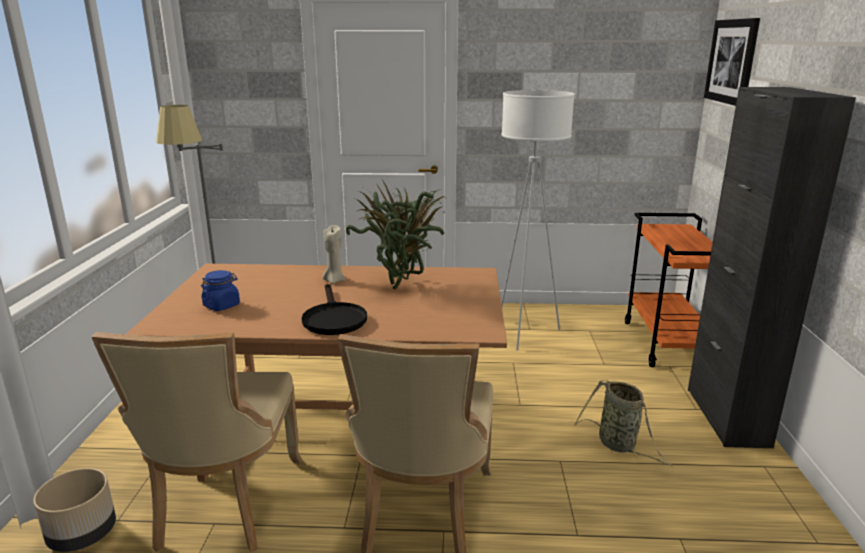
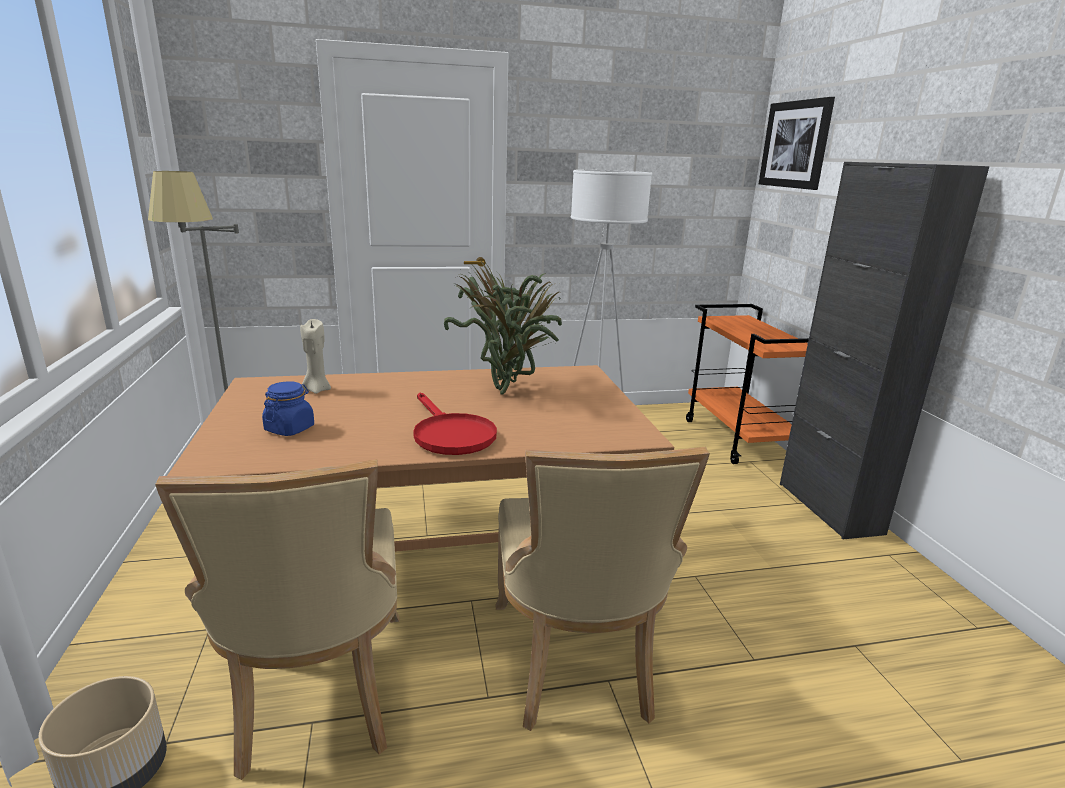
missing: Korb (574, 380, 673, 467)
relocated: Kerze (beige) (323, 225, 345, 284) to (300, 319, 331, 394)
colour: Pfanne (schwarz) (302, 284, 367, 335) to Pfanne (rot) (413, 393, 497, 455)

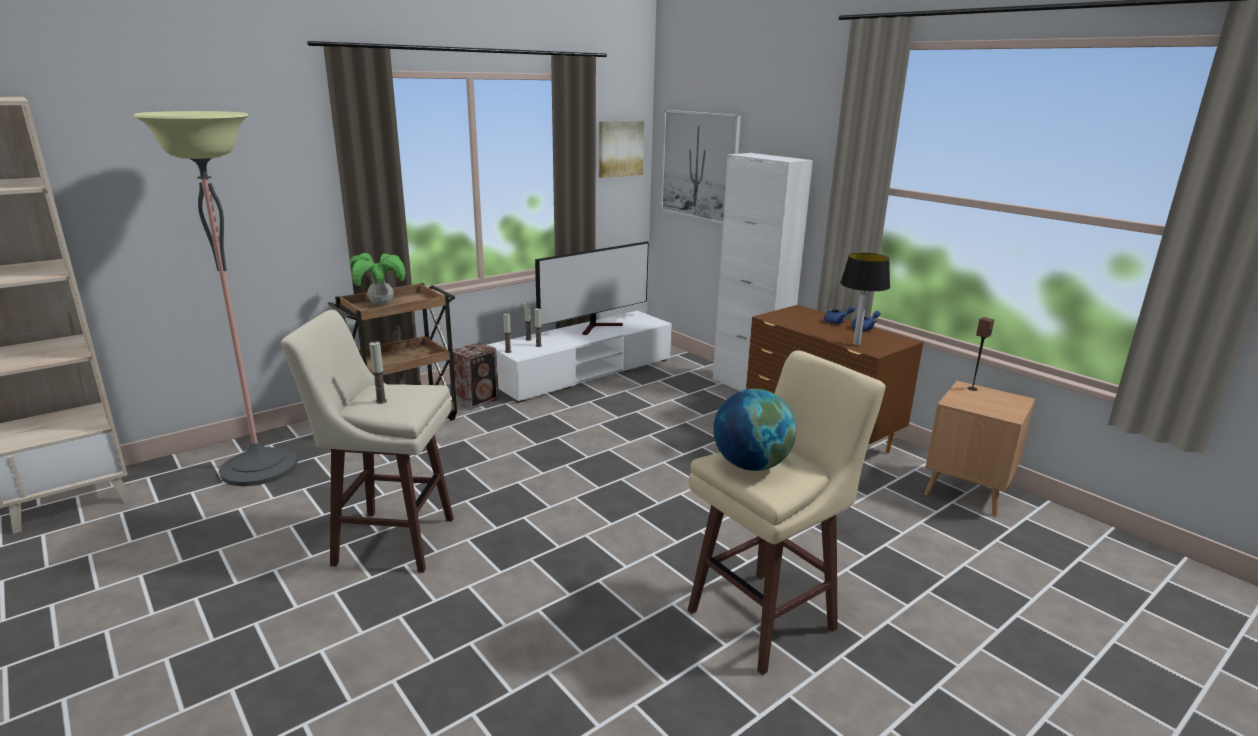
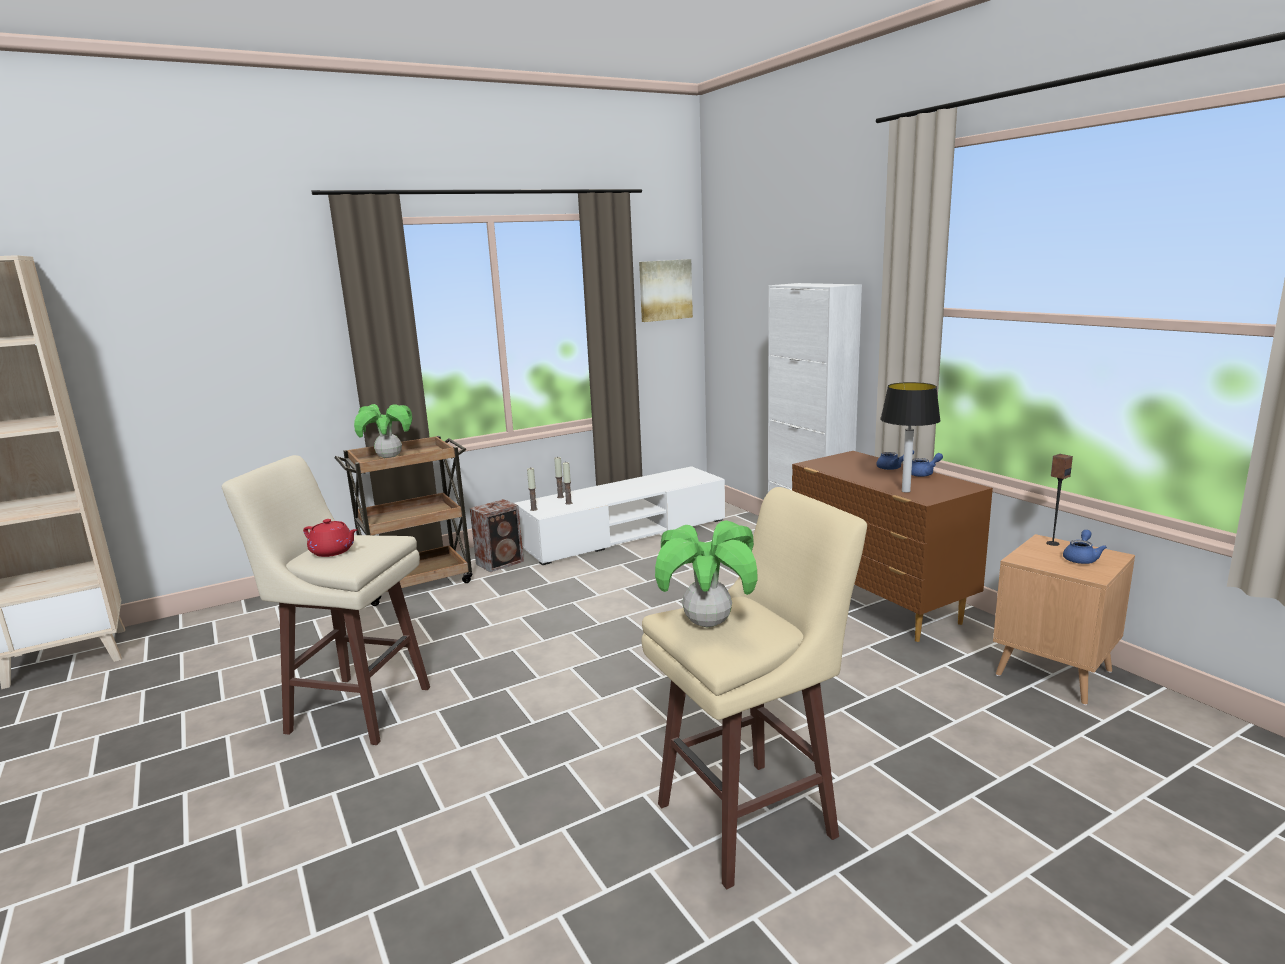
missing: Stehlampe (134, 111, 298, 487); Fernseher (535, 241, 649, 335); Bild (660, 110, 741, 224)
appeared: Teekanne (blau) (1063, 530, 1107, 564)
exchanged: Kerze (369, 341, 387, 404) to Teekanne (rot) (303, 519, 357, 557); Globus (713, 389, 796, 471) to Topfpflanze (655, 520, 758, 628)

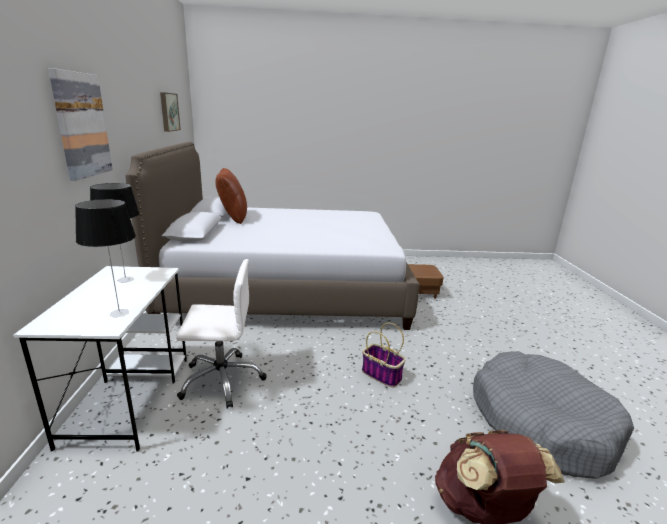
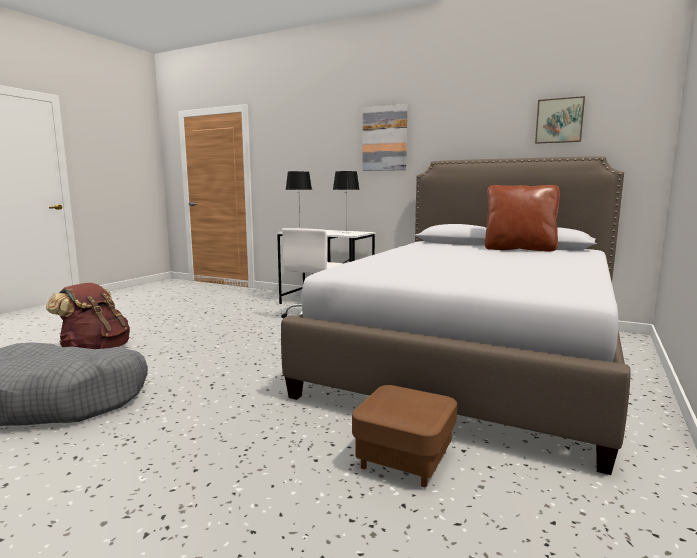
missing: Korb (362, 323, 406, 388)

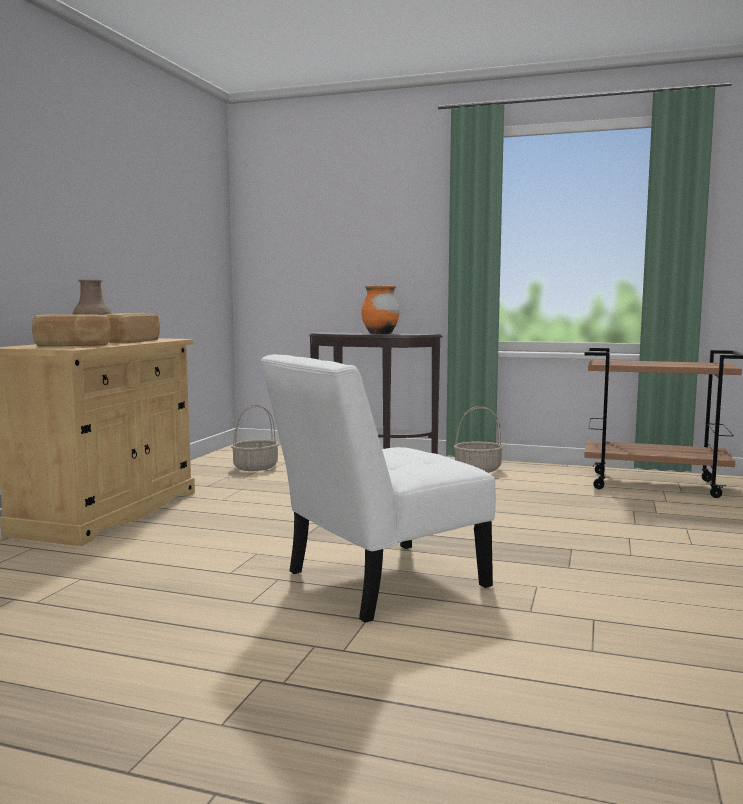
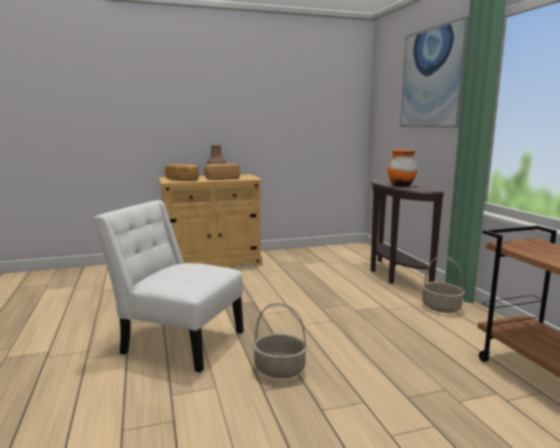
appeared: Bild (400, 16, 469, 128)
relocated: Korb (231, 405, 279, 471) to (253, 303, 307, 379)

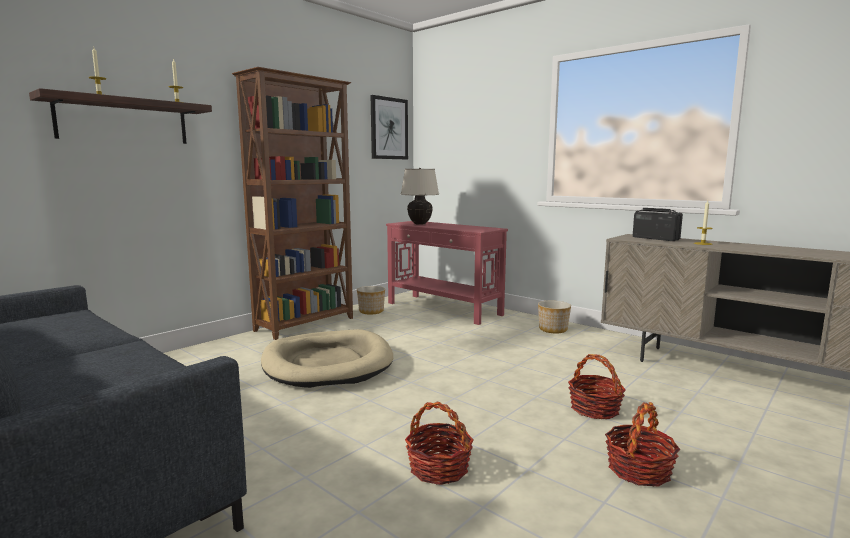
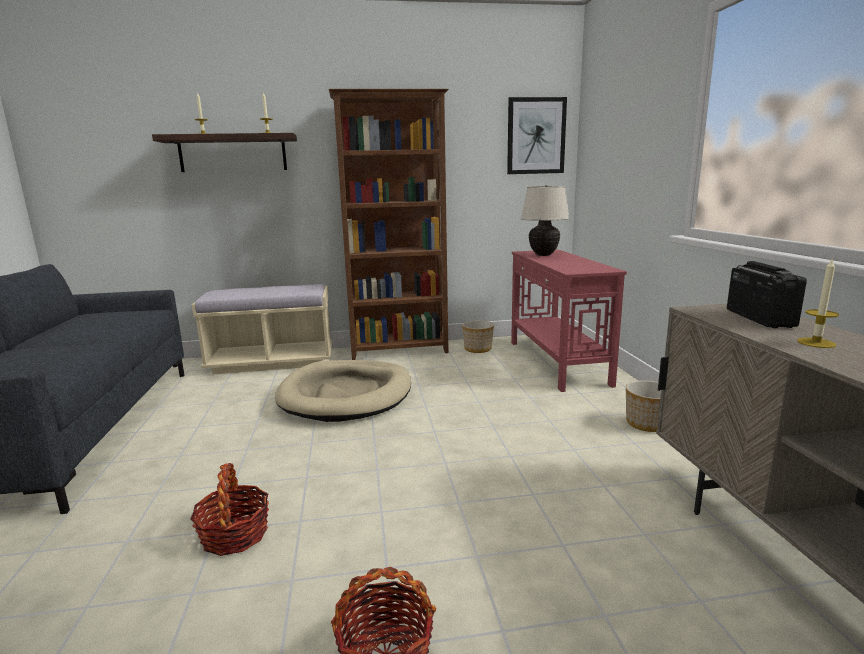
missing: Korb (568, 354, 626, 419)
appeared: Bank (beige) (192, 284, 332, 374)

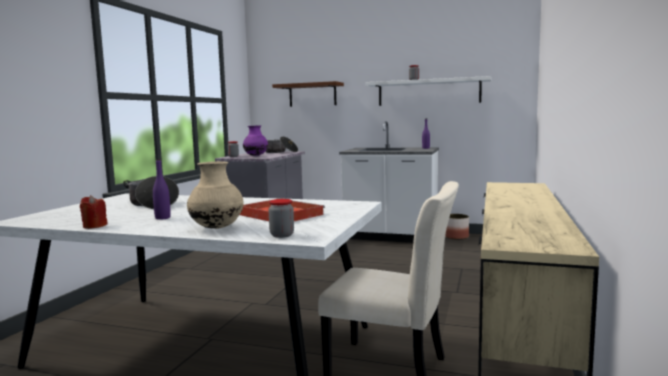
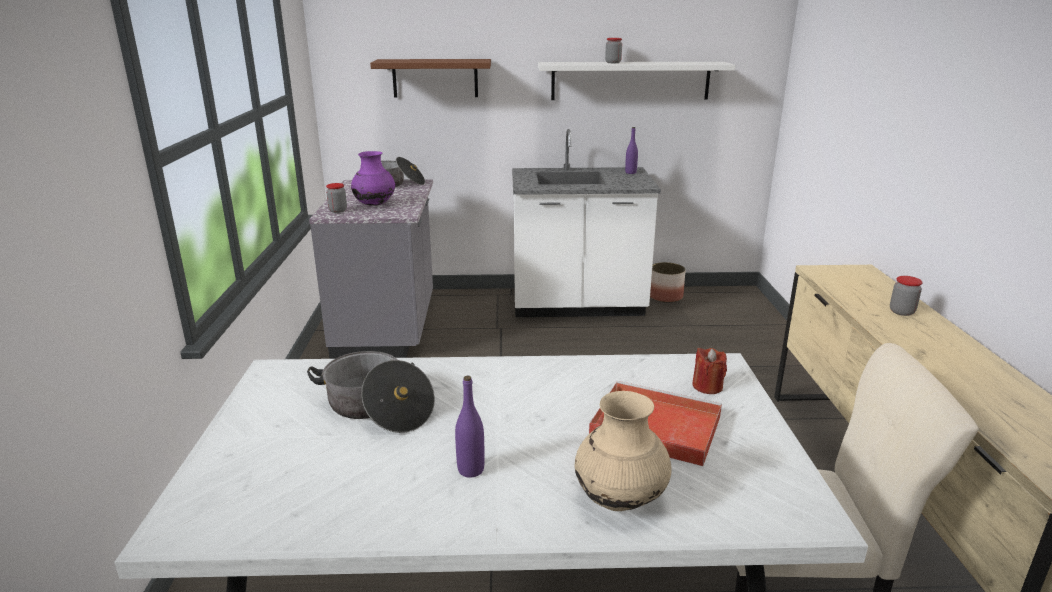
relocated: Kerze (rot) (80, 195, 107, 229) to (692, 348, 727, 394); Vorratsglas (269, 199, 294, 238) to (890, 276, 923, 316)

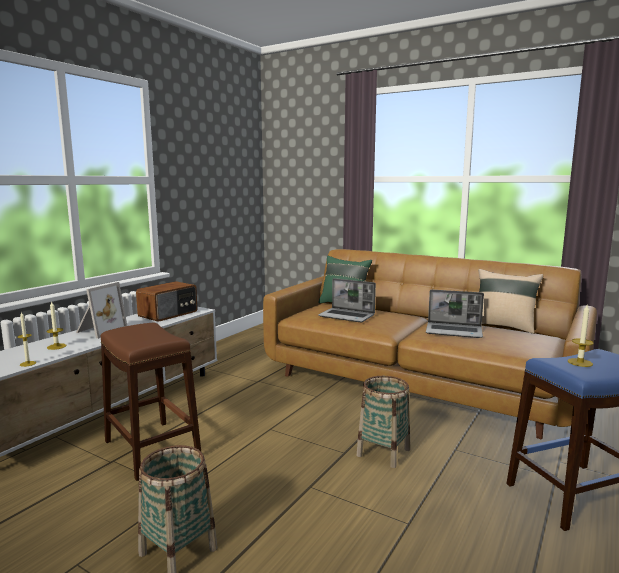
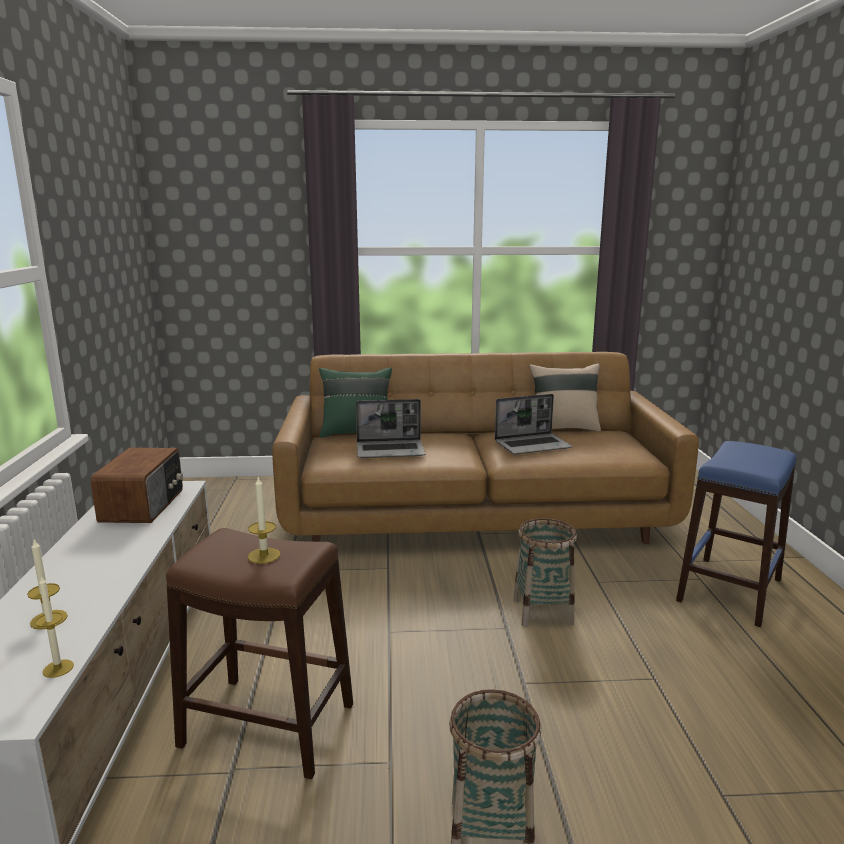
missing: Bilderrahmen (76, 282, 127, 339)
relocated: Kerze (568, 305, 594, 367) to (248, 477, 280, 564)

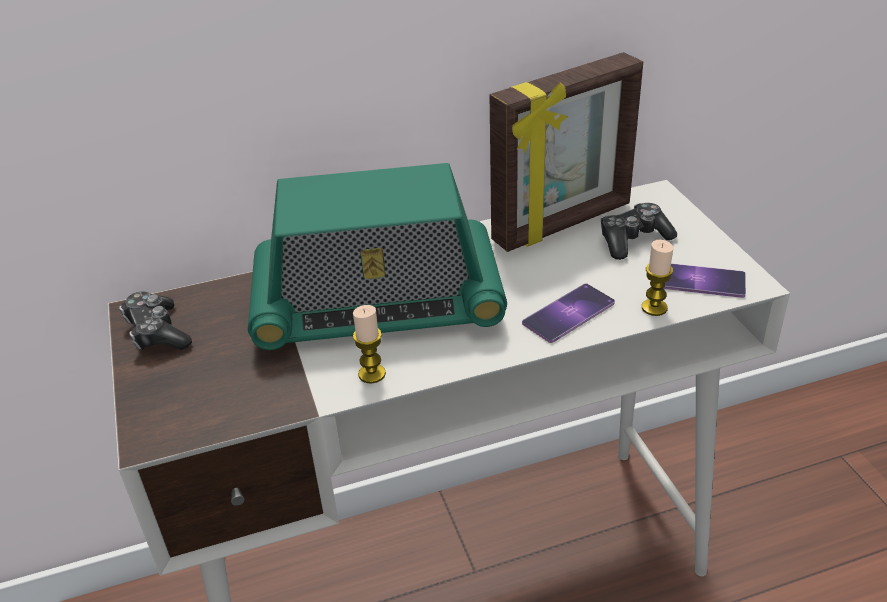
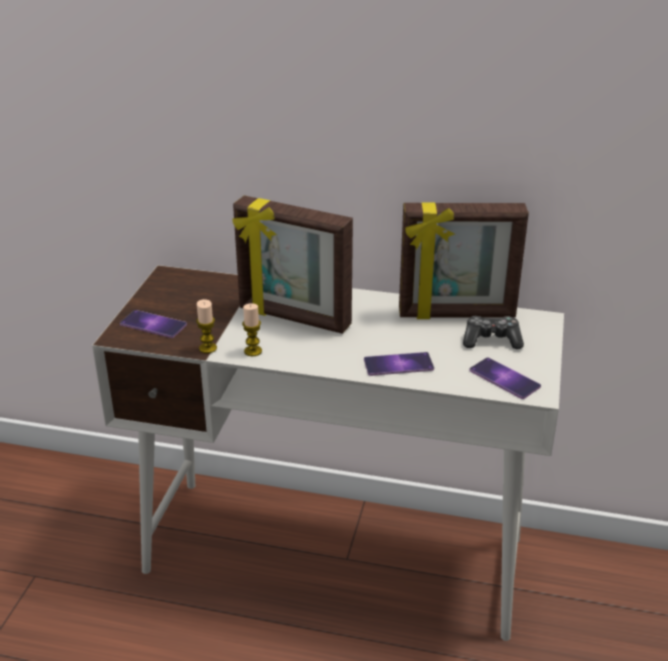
missing: Gamepad (119, 291, 192, 350)
appeared: Handy (120, 310, 187, 338)
relocated: Kerze (642, 240, 673, 316) to (196, 299, 217, 353)
exchanged: Radio (248, 163, 507, 350) to Bilderrahmen (232, 196, 353, 334)

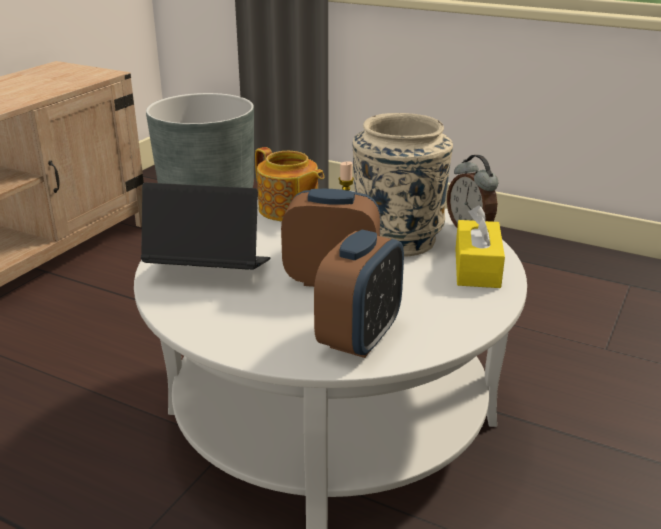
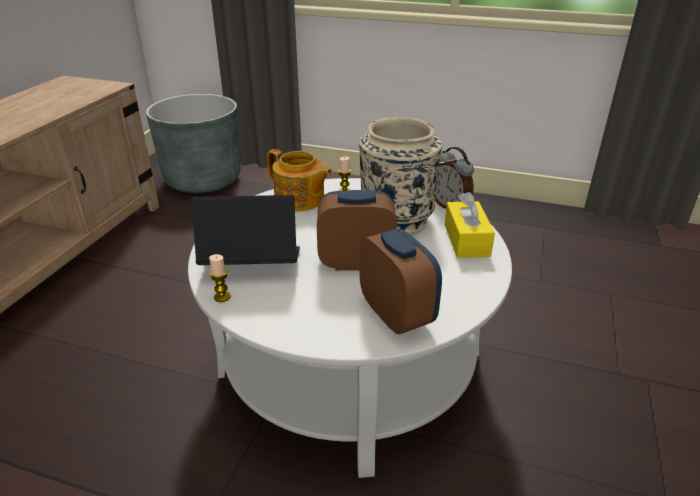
appeared: Kerze (209, 254, 231, 302)
spun: Wecker (314, 230, 404, 358) = (360, 228, 442, 334) 45 degrees counterclockwise

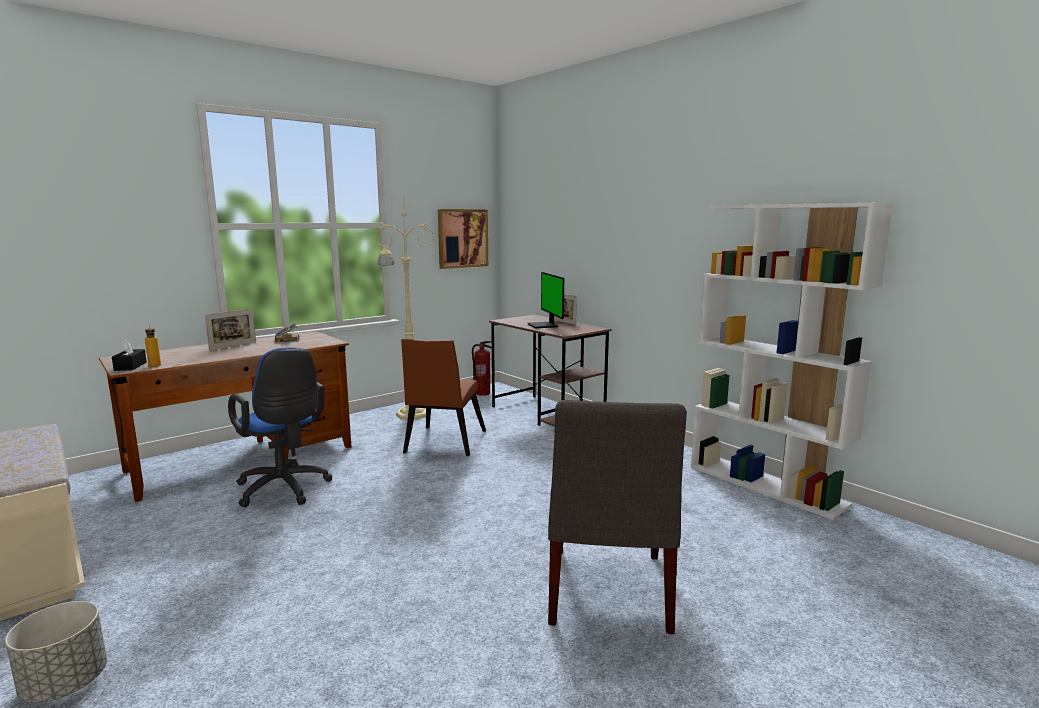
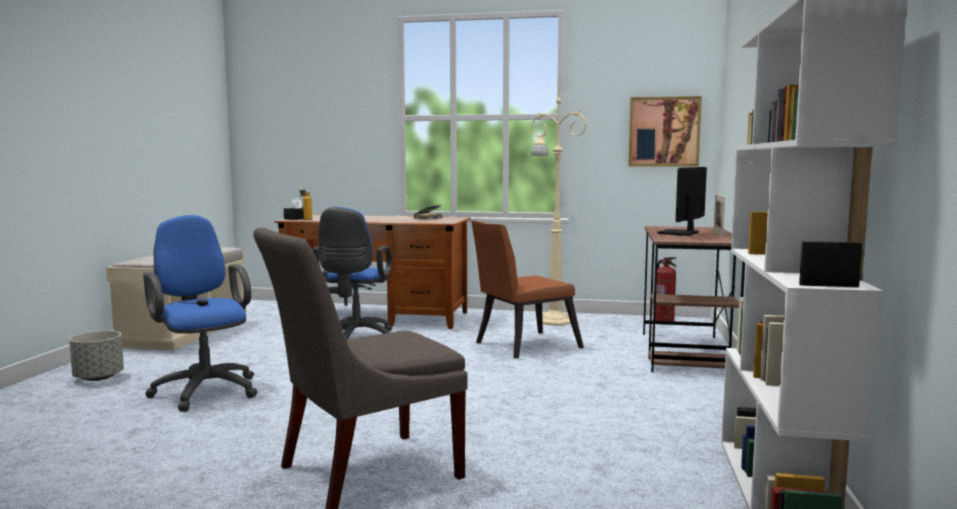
missing: Bilderrahmen (205, 308, 256, 350)
appeared: Bürostuhl (blau) (143, 215, 257, 411)

